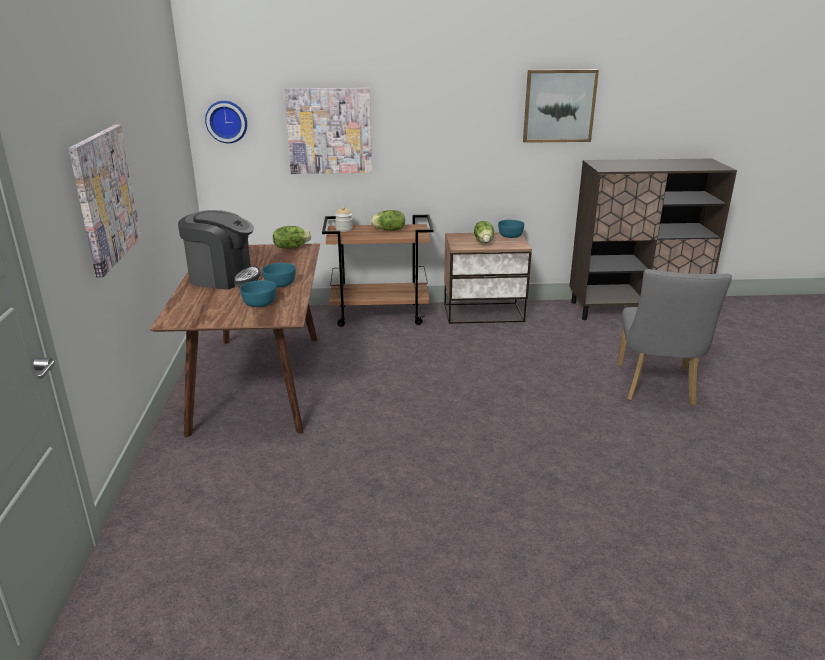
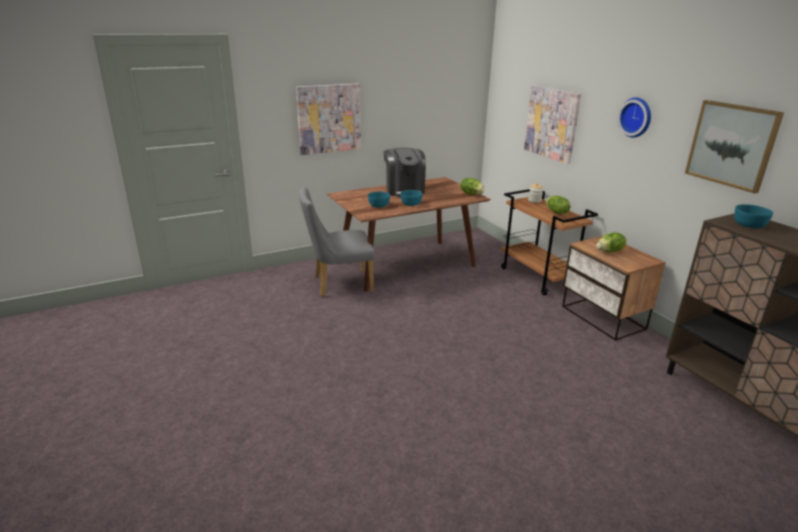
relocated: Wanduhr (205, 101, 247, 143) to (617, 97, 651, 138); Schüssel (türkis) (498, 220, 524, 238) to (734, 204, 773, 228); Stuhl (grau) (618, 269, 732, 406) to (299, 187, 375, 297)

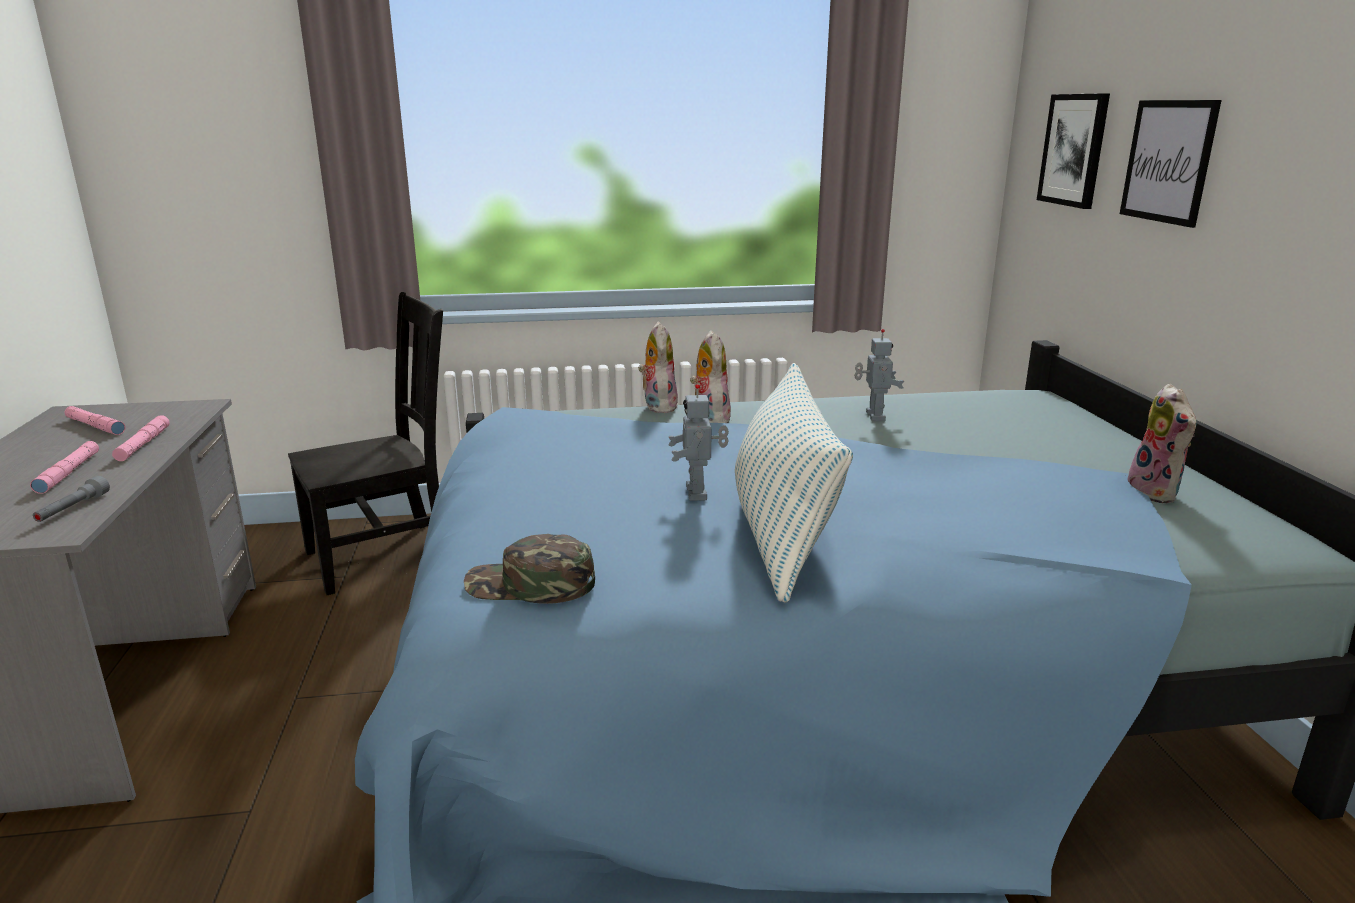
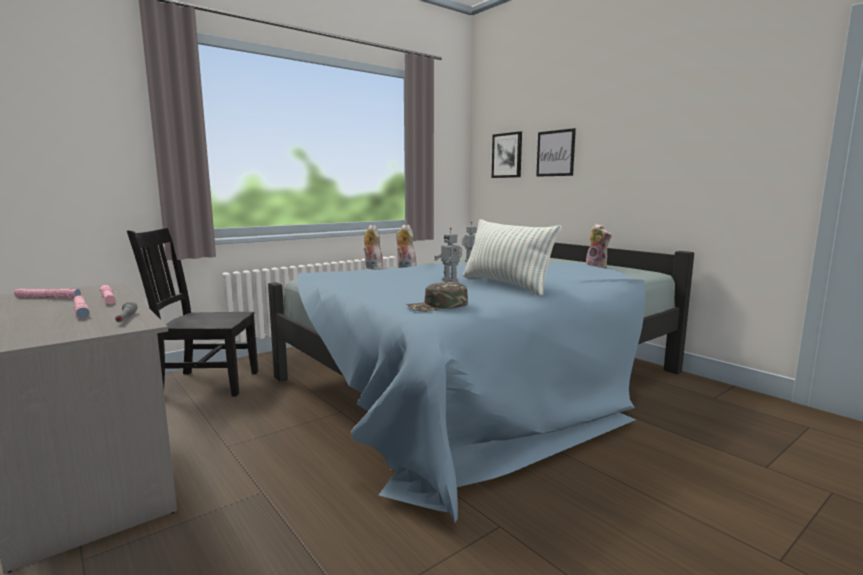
spun: Stuhl (schwarz) (288, 292, 443, 595) = (127, 228, 258, 396) 120 degrees counterclockwise

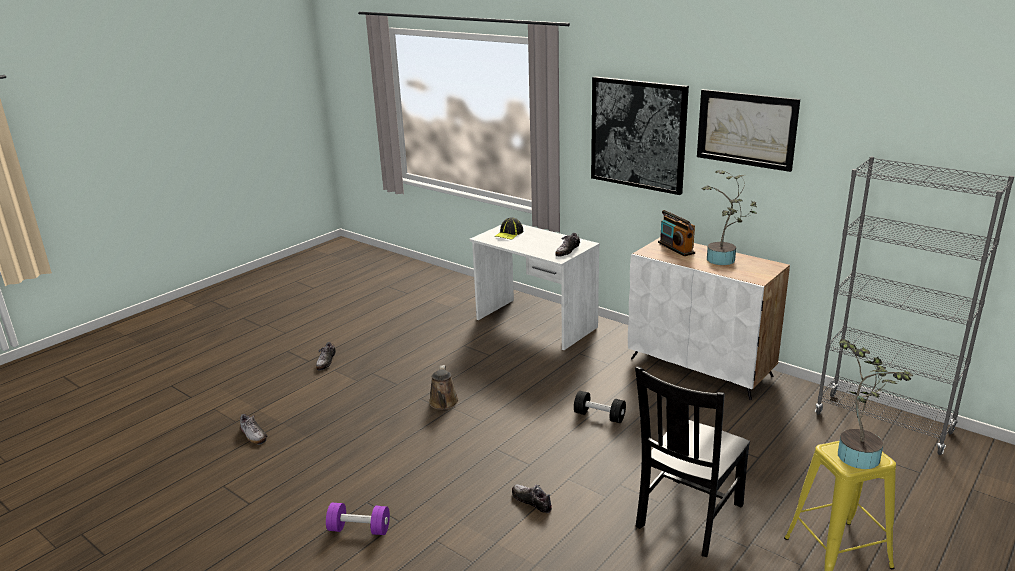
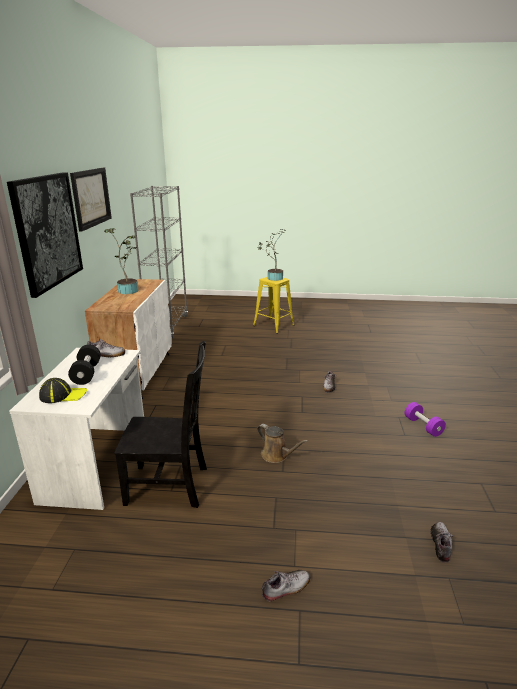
missing: Radio (658, 210, 695, 256)
relocated: Hantel (schwarz) (574, 391, 626, 423) to (68, 345, 101, 385); Stuhl (schwarz) (635, 366, 750, 557) to (114, 341, 207, 508)
spun: Gießkanne (braun) (429, 365, 459, 410) = (257, 424, 308, 463) 75 degrees clockwise

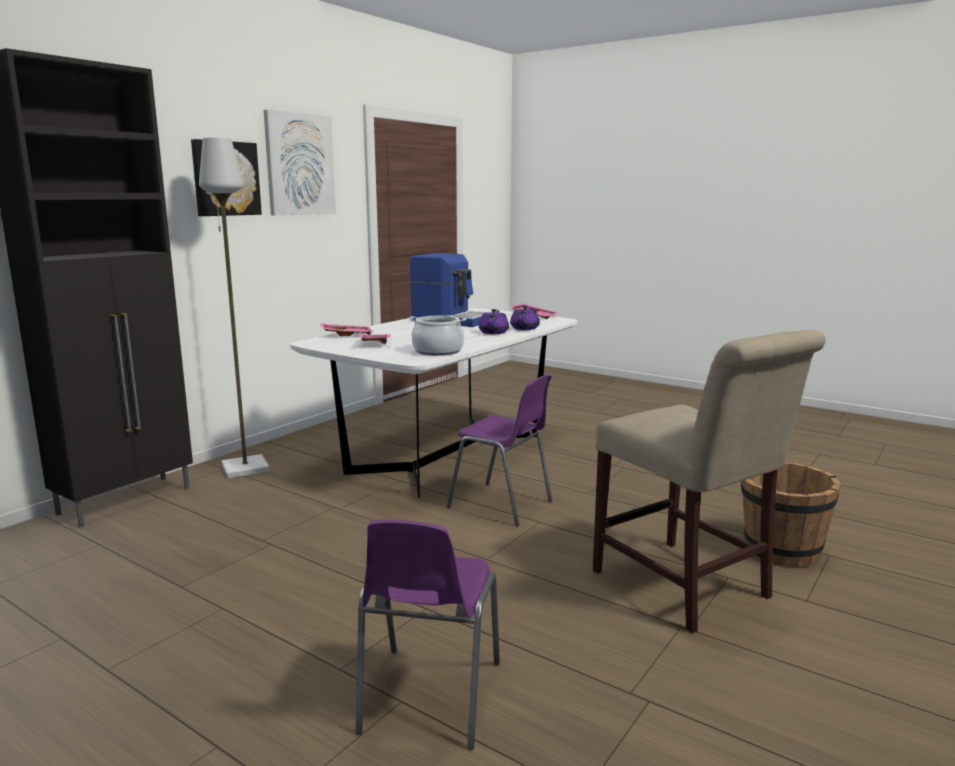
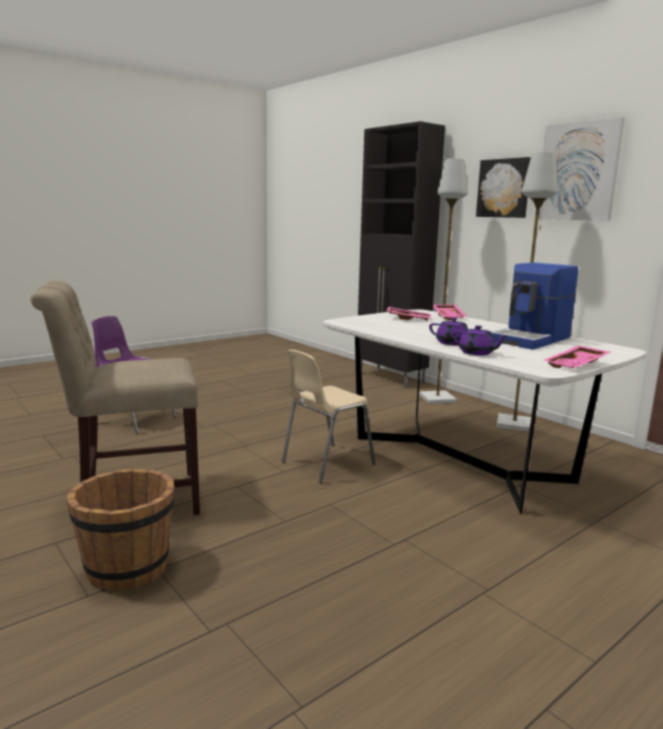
missing: Kochtopf (409, 316, 466, 356)
appeared: Stehlampe (grau) (496, 152, 558, 432)
colour: Stuhl (lila) (447, 374, 552, 526) to Stuhl (beige) (282, 350, 375, 483)

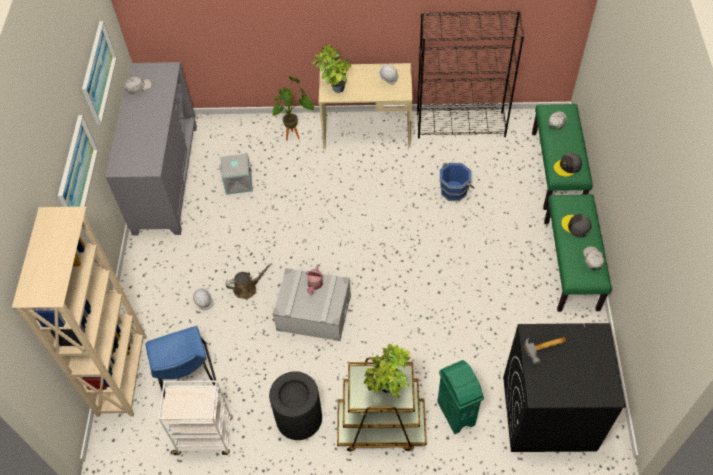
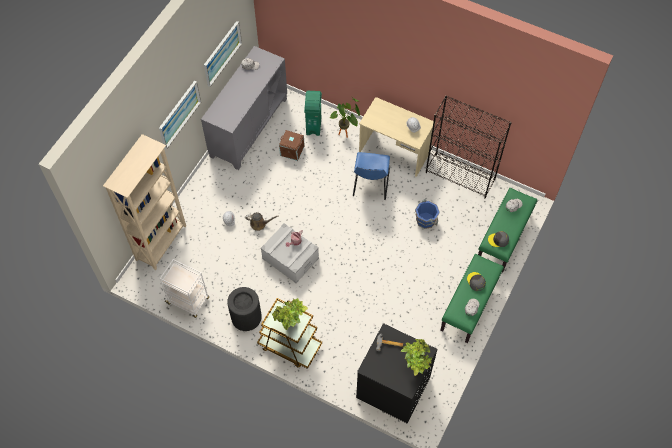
relocated: Stuhl (blau) (146, 326, 220, 399) to (353, 152, 390, 200); Topfpflanze (312, 45, 352, 93) to (401, 339, 432, 376); Mülleimer (grün) (437, 360, 484, 434) to (304, 91, 322, 136)
colour: Aufbewahrungsbox (grau) (219, 153, 253, 195) to Aufbewahrungsbox (braun) (279, 130, 305, 161)

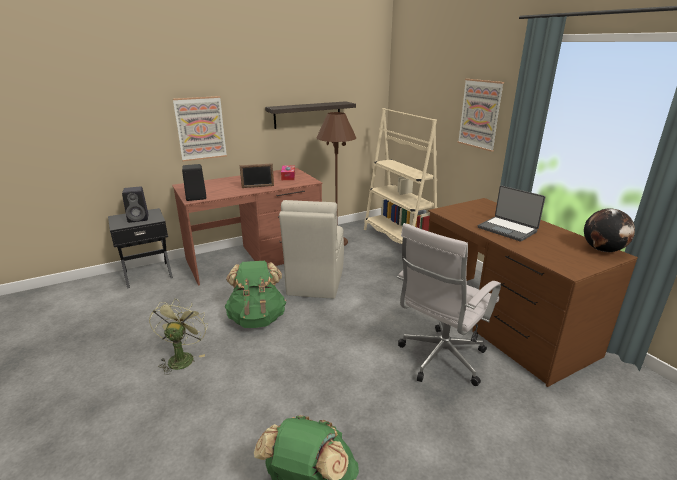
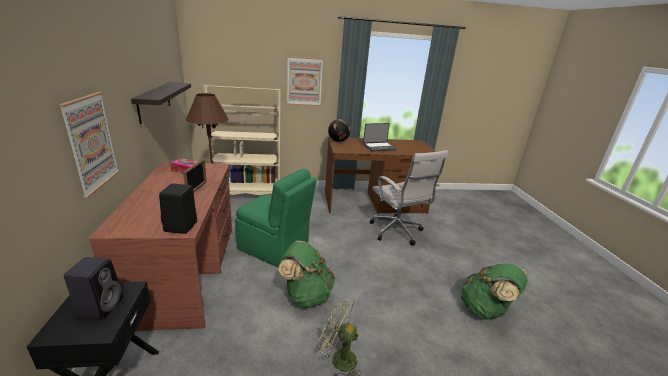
relocated: Globus (584, 209, 635, 252) to (328, 119, 350, 142)
colour: Stuhl (beige) (279, 200, 344, 299) to Stuhl (grün) (235, 169, 317, 268)

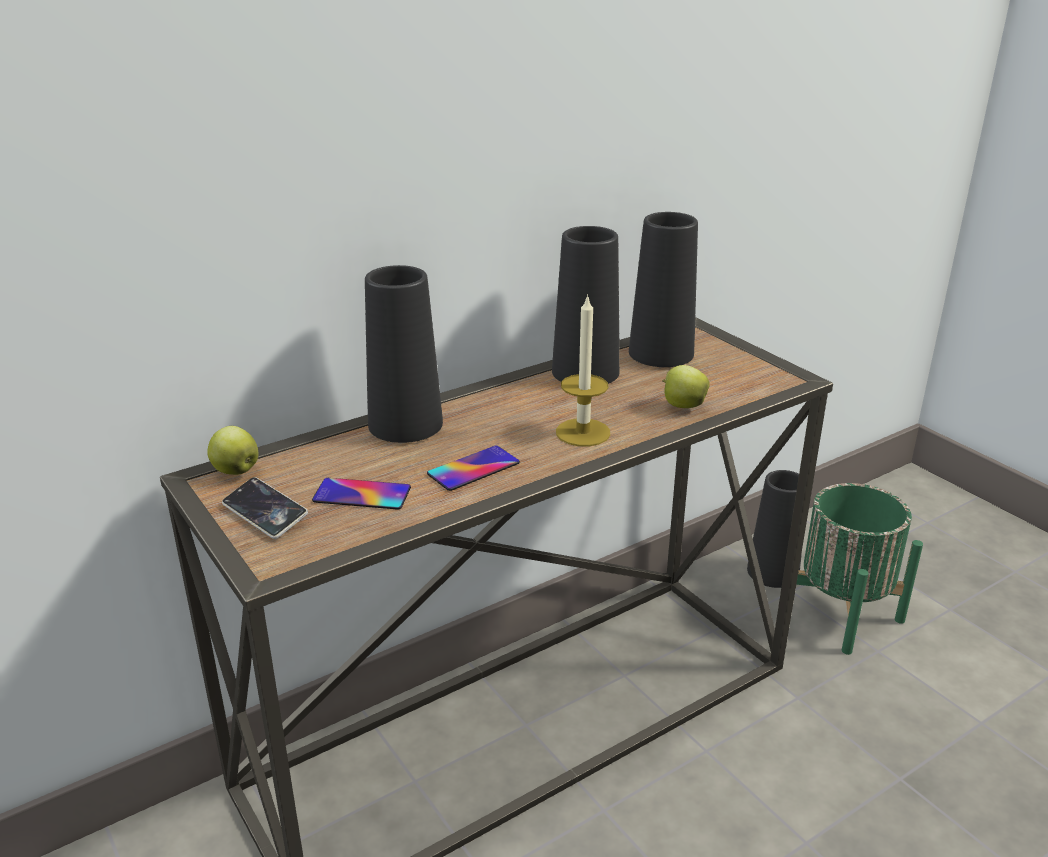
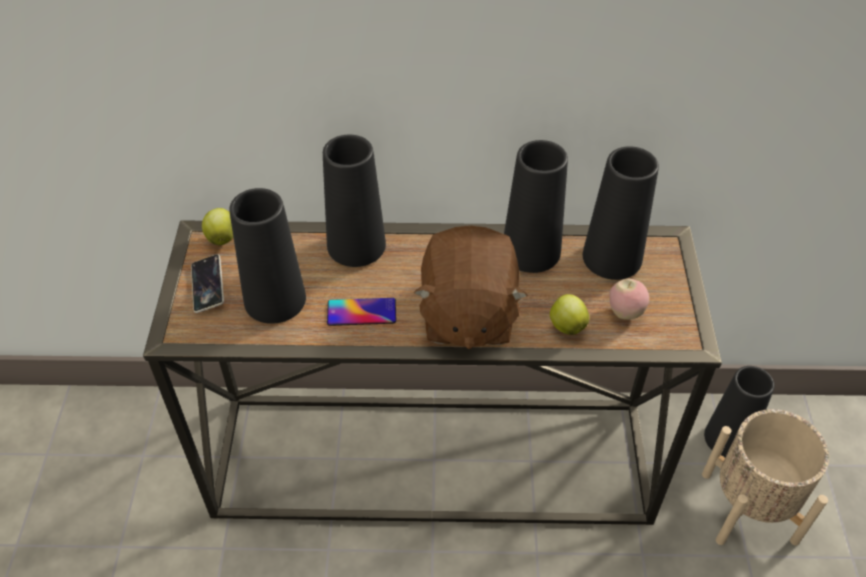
appeared: Apfel (609, 279, 649, 320)
exchanged: Handy (312, 478, 411, 510) to Vase (schwarz) (229, 188, 306, 324); Kerze (556, 294, 610, 446) to Plüschtier (braun) (413, 226, 528, 349)
colour: Pflanzkübel (grün) (796, 483, 923, 655) to Pflanzkübel (beige) (702, 409, 829, 546)

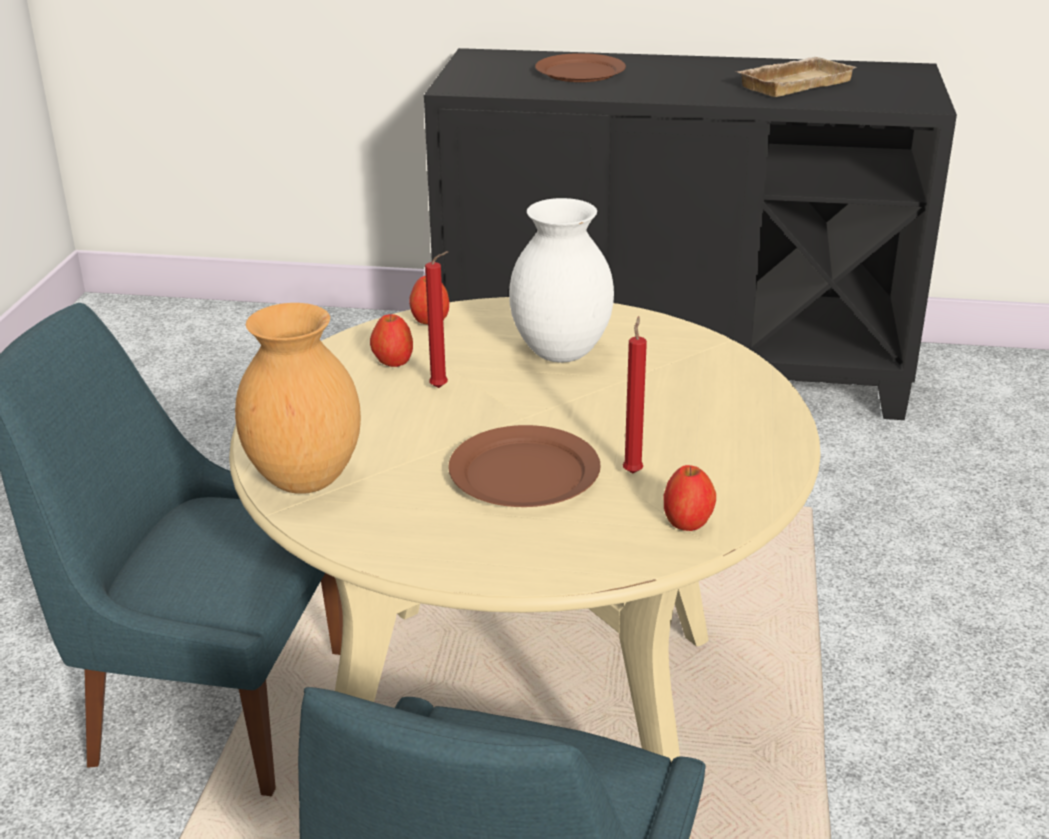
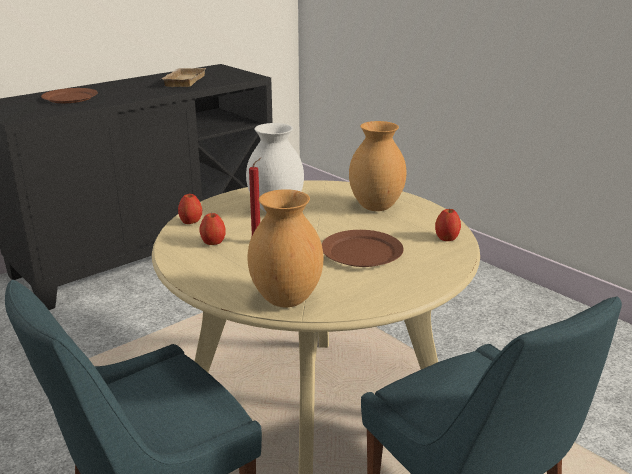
missing: Kerze (rot) (623, 316, 647, 473)
appeared: Vase (braun) (349, 121, 407, 211)

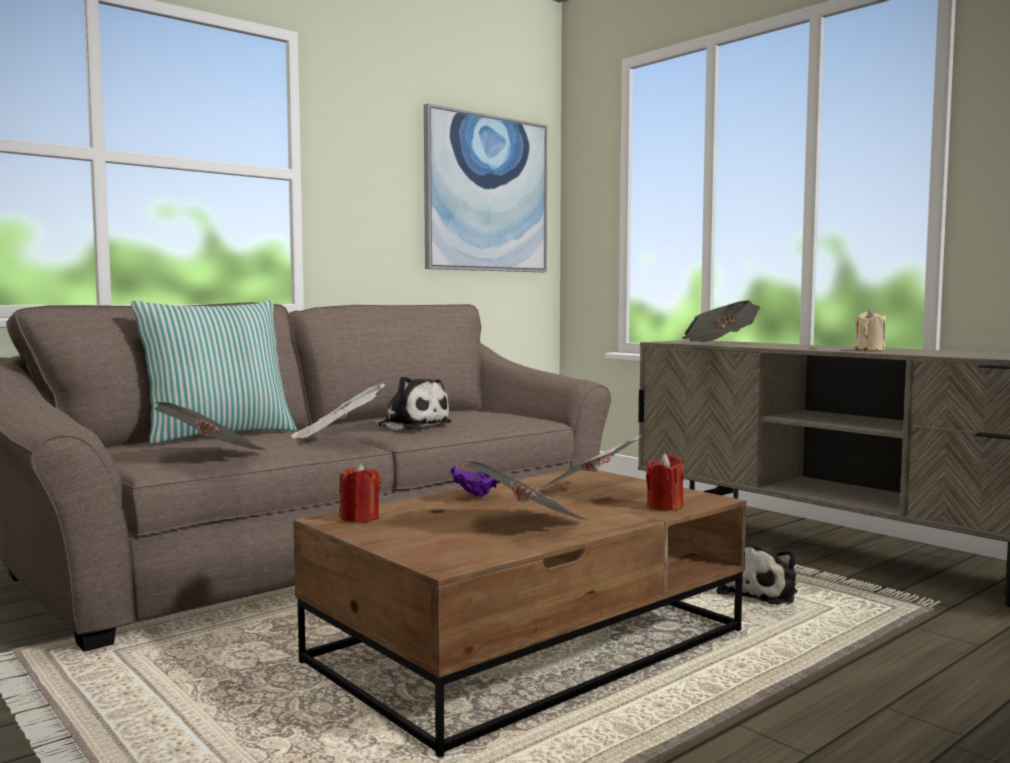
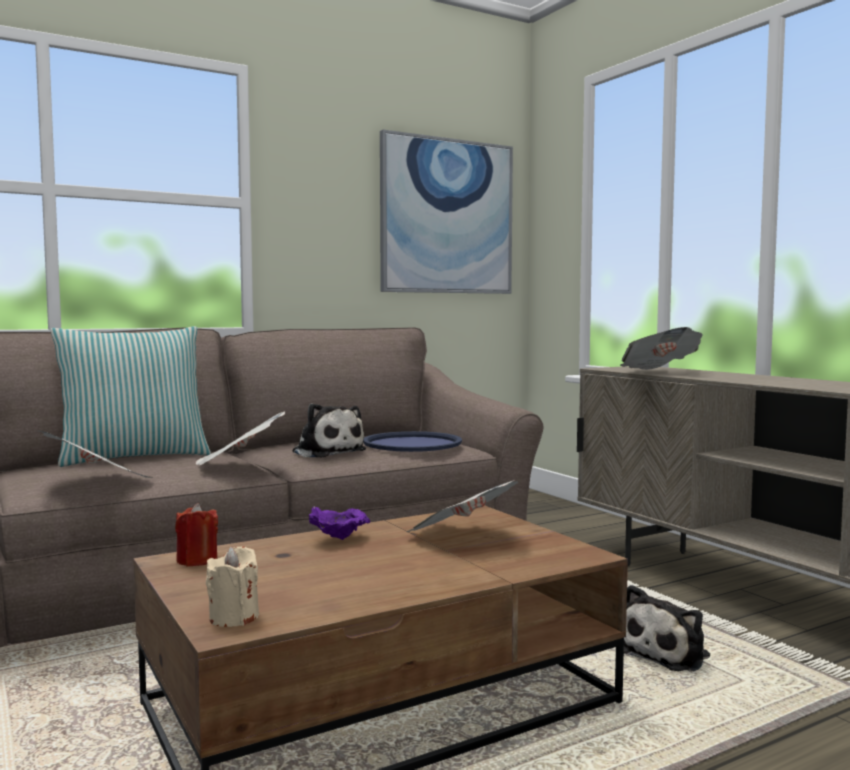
missing: Zeitung (466, 461, 588, 520); Kerze (rot) (646, 453, 684, 511)
appeared: Tablett (blau) (363, 431, 462, 452)
relocated: Kerze (beige) (855, 309, 886, 350) to (206, 546, 259, 627)

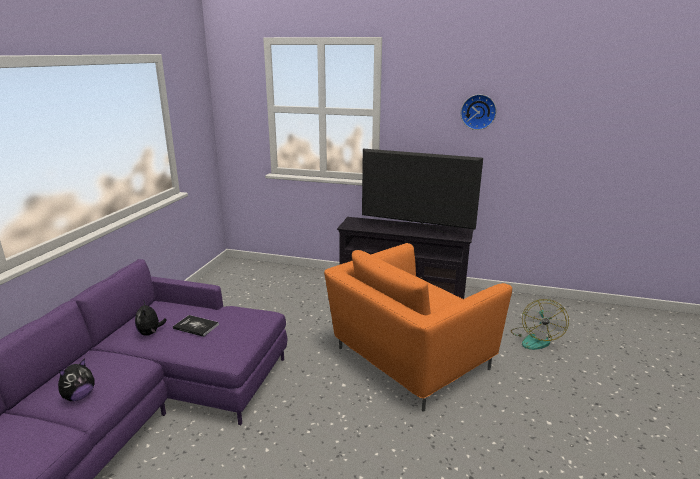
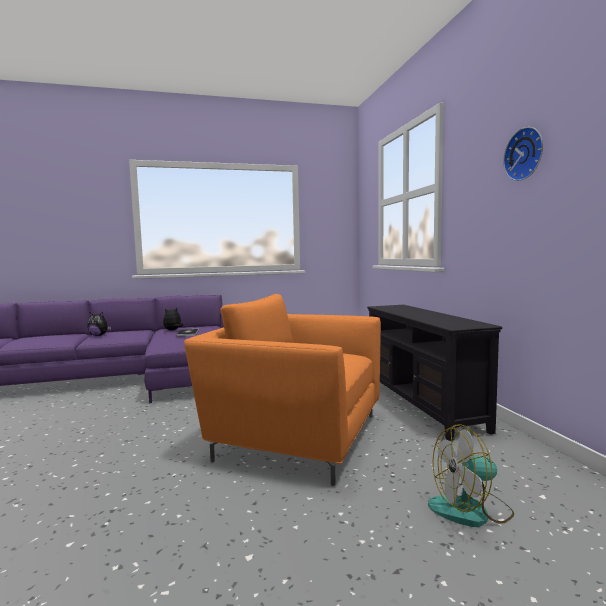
missing: Fernseher (362, 149, 483, 235)

